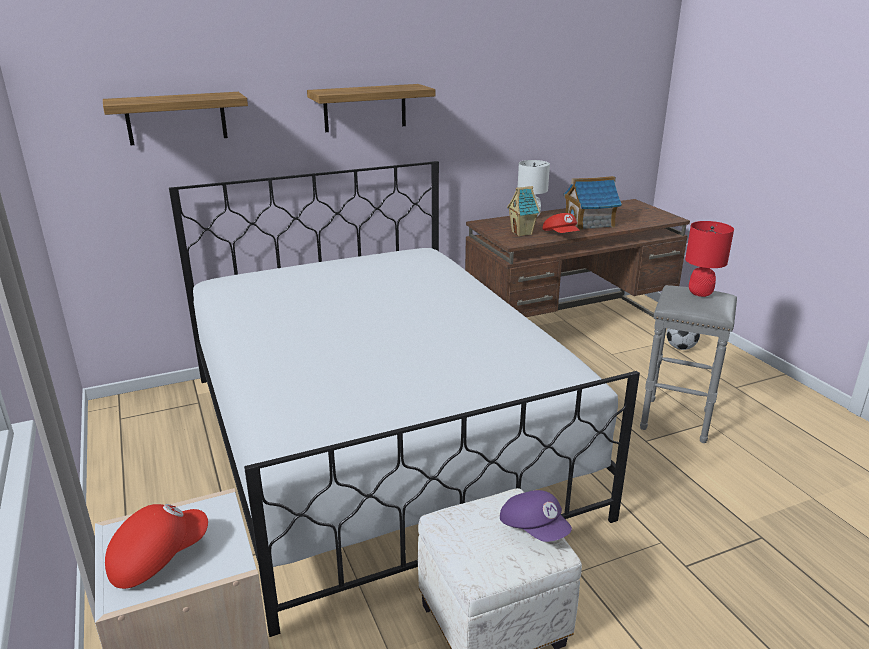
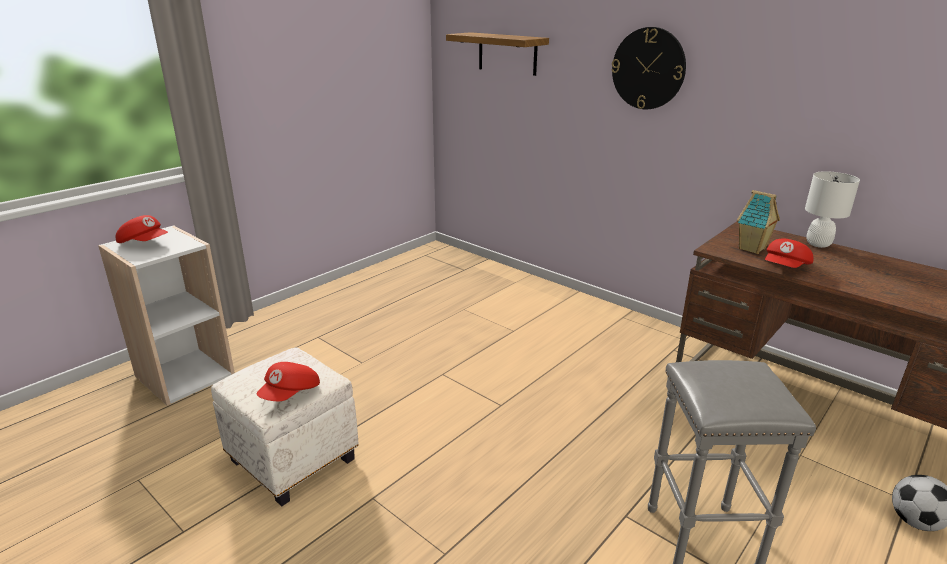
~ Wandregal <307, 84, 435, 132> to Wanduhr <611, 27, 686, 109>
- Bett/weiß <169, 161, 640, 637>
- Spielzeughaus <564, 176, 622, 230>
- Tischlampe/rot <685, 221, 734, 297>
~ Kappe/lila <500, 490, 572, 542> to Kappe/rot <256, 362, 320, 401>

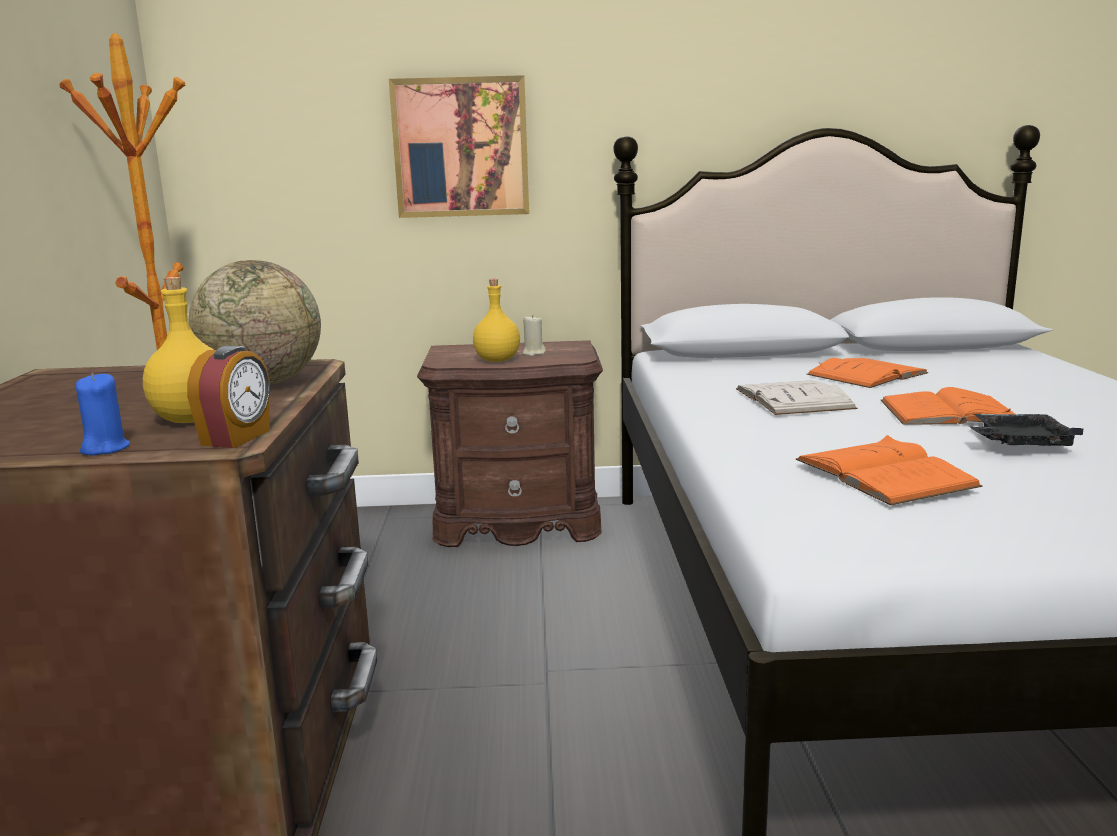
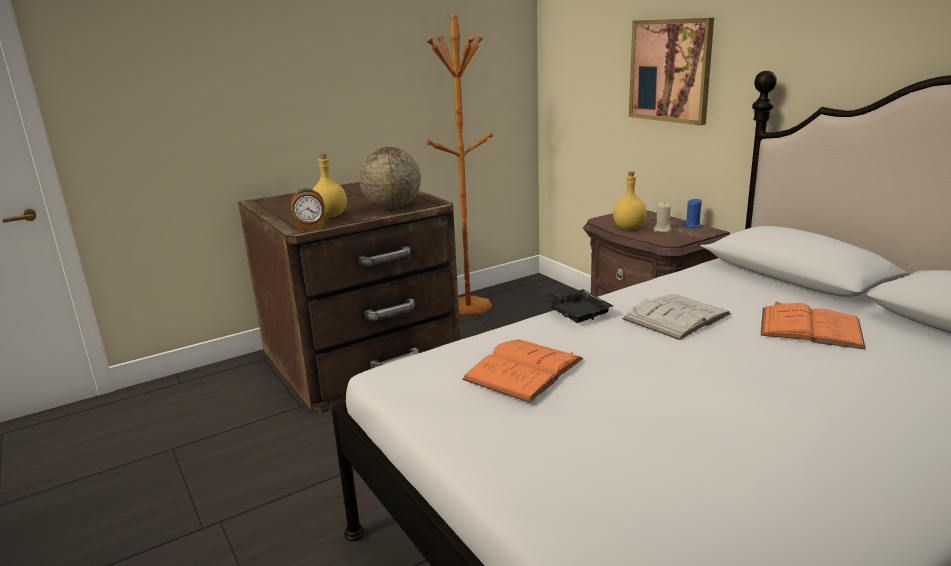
~ Kerze/blau <76, 373, 130, 455> to <684, 198, 702, 228>
- Buch/orange <880, 387, 1015, 425>
~ Tablett/schwarz <970, 414, 1084, 446> to <542, 289, 613, 323>

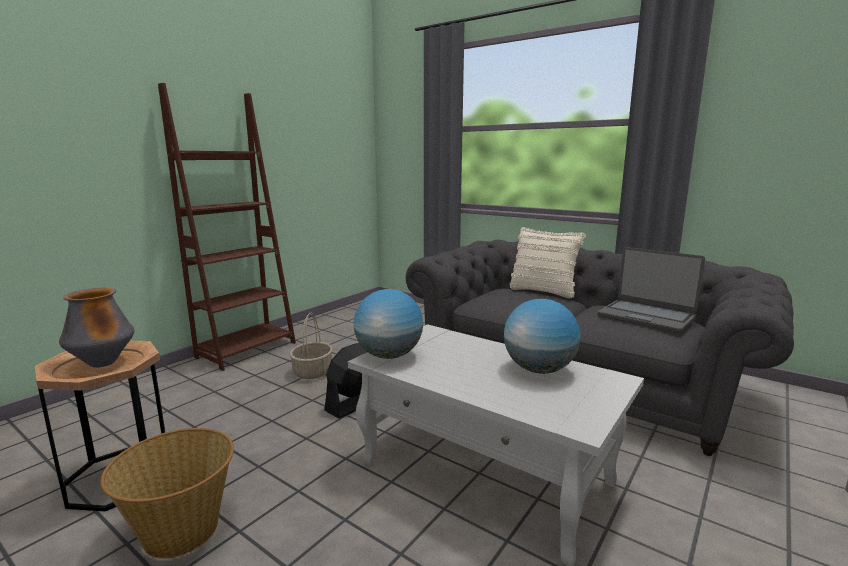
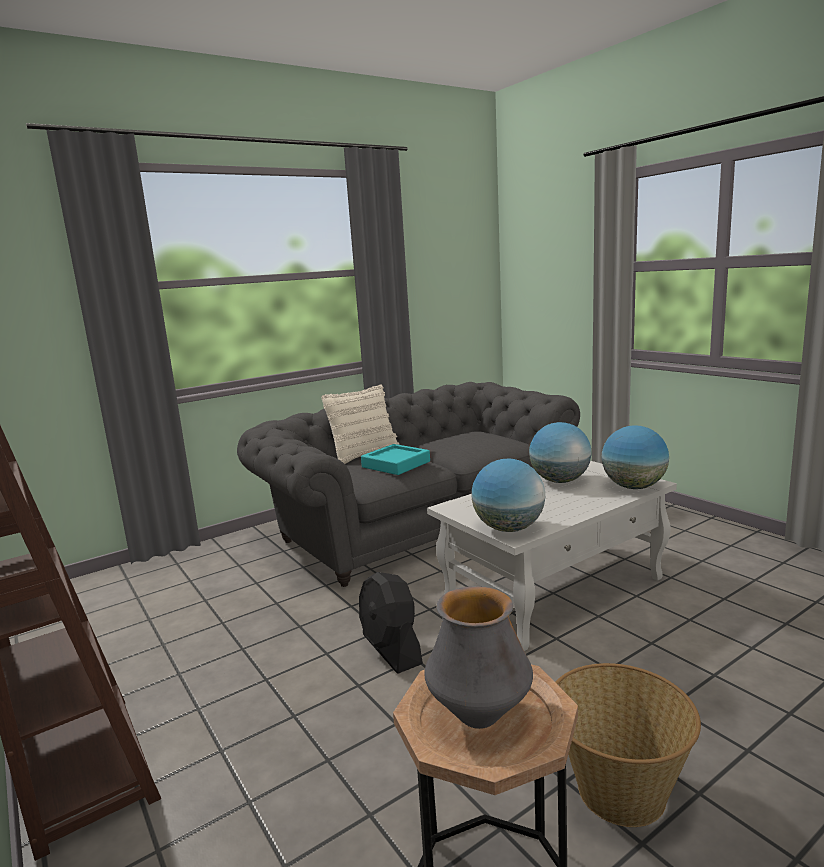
- Laptop <597, 247, 705, 333>
- Korb <290, 312, 333, 379>
+ Globus <602, 425, 669, 489>
+ Tablett/türkis <361, 444, 430, 475>

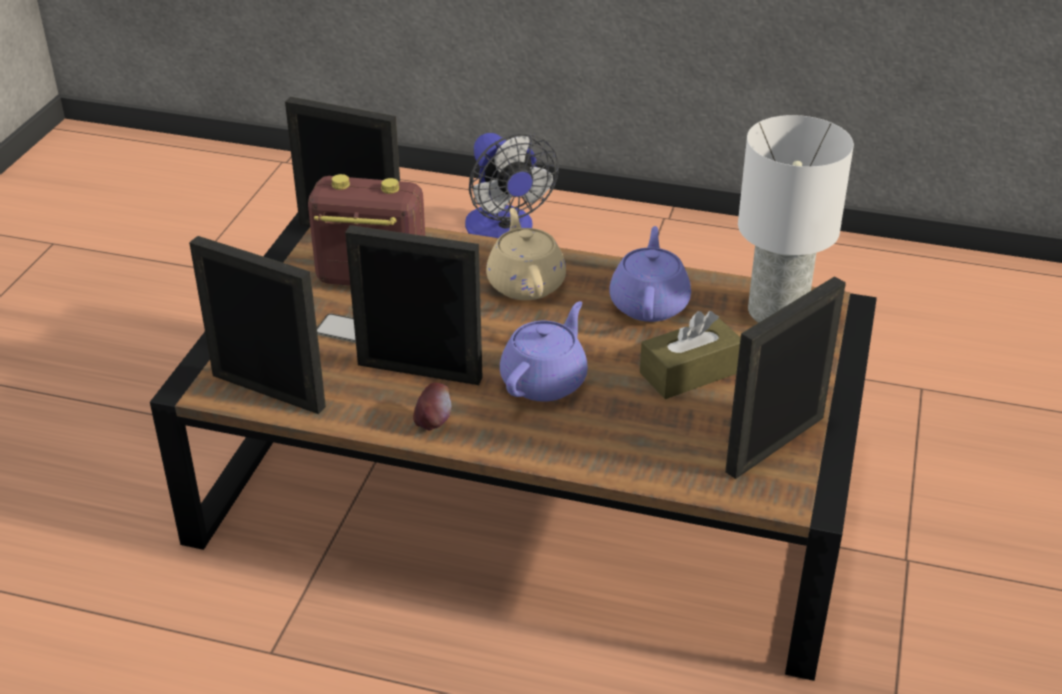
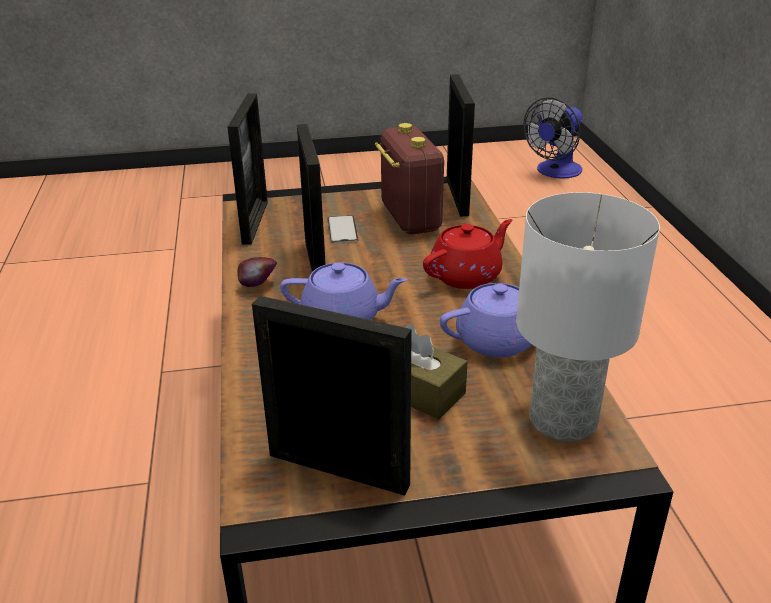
~ Ventilator <465, 133, 559, 238> to <523, 97, 582, 179>
~ Teekanne/beige <486, 208, 566, 300> to Teekanne/rot <423, 219, 513, 289>

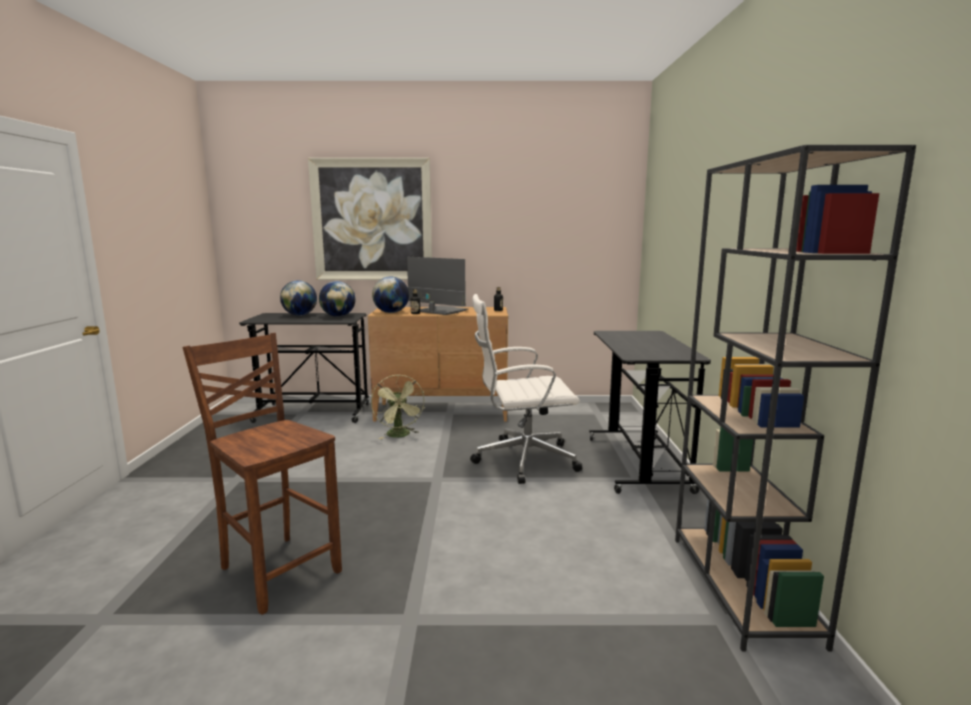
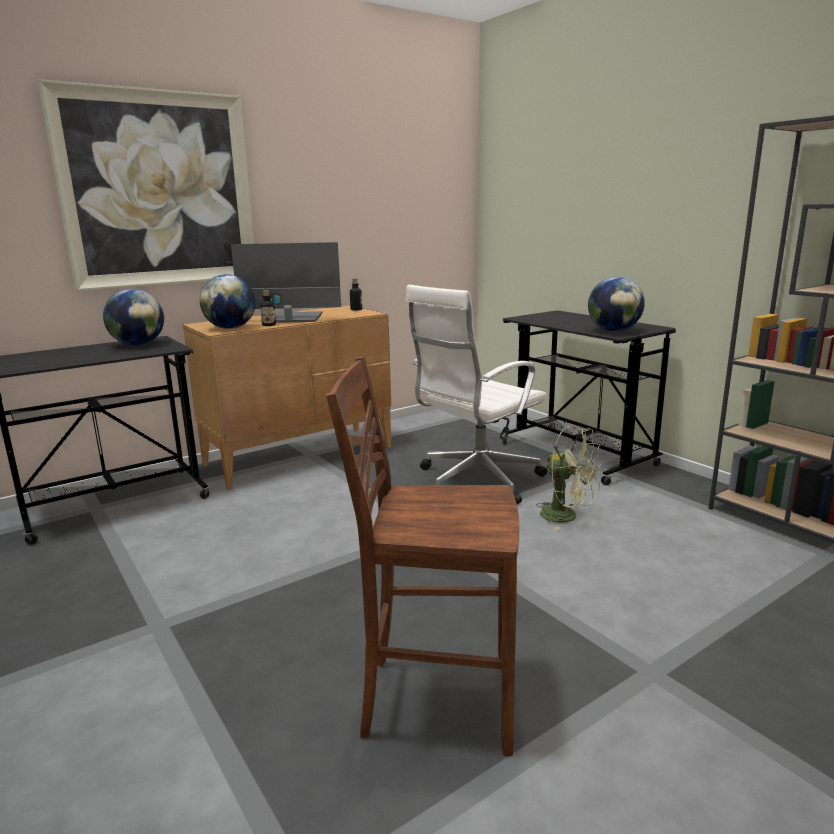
~ Globus <280, 280, 317, 316> to <588, 277, 645, 331>
~ Ventilator/grün <371, 374, 425, 439> to <536, 425, 603, 530>

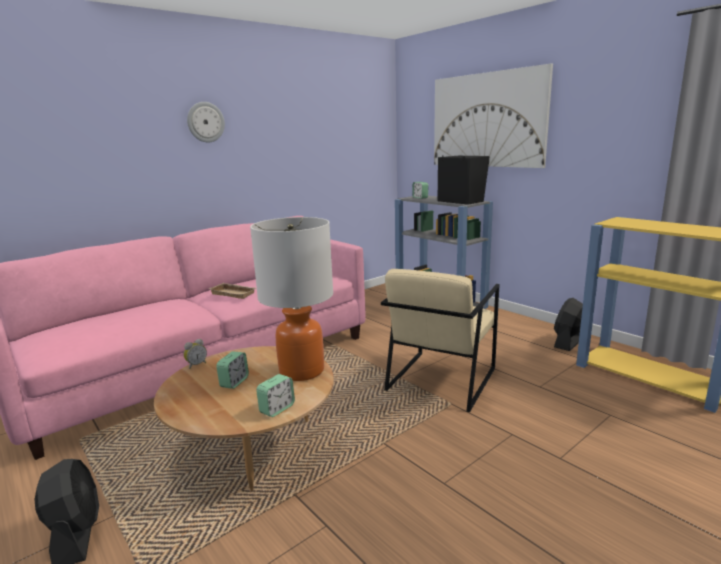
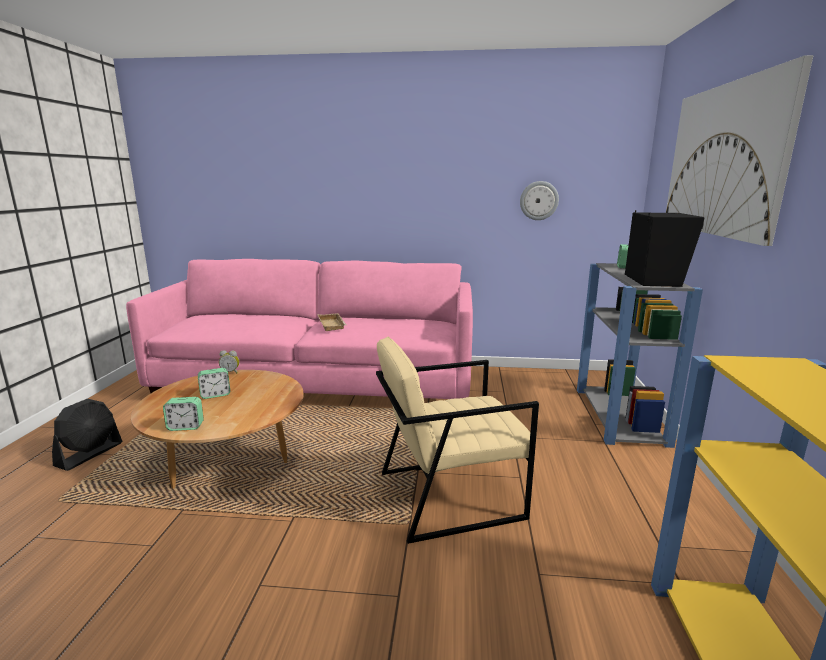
~ Wanduhr <187, 102, 225, 143> to <520, 181, 559, 220>
- Tischlampe <250, 217, 333, 381>
- Ventilator/schwarz <554, 298, 583, 351>

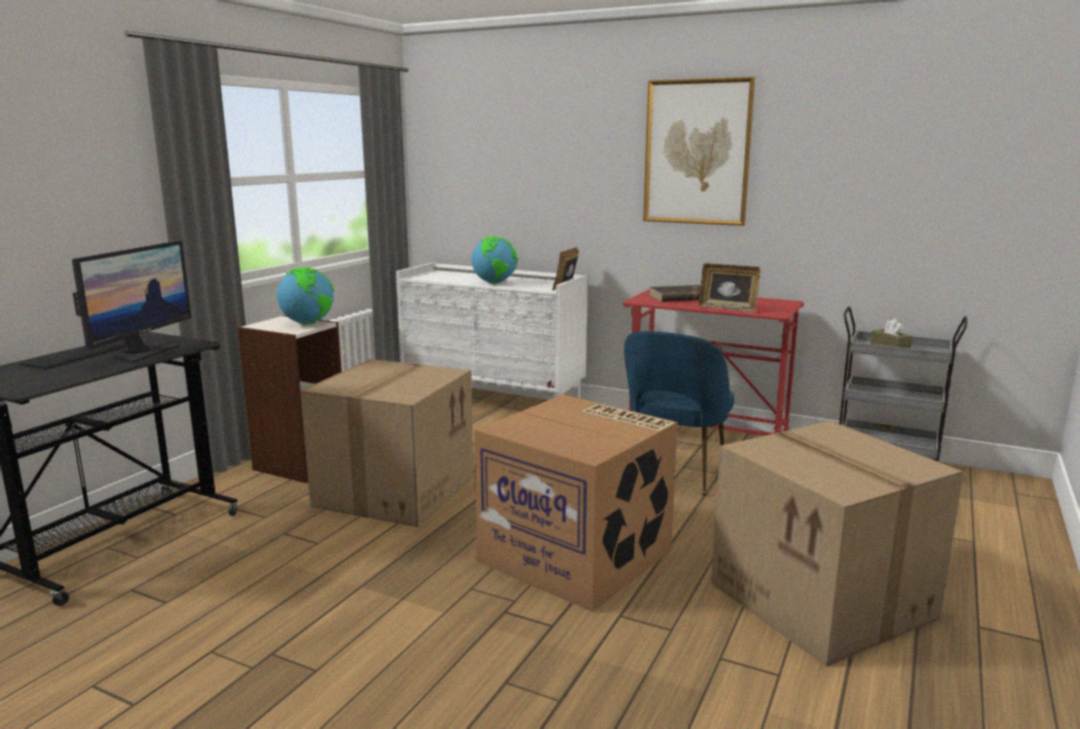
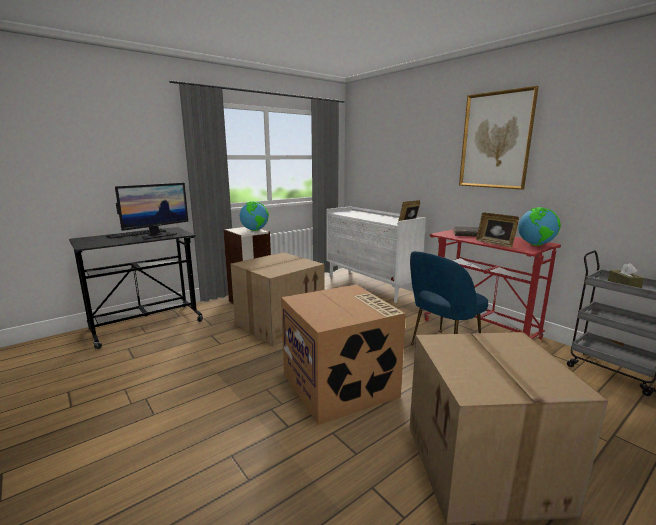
~ Globus <472, 236, 517, 284> to <518, 207, 561, 246>

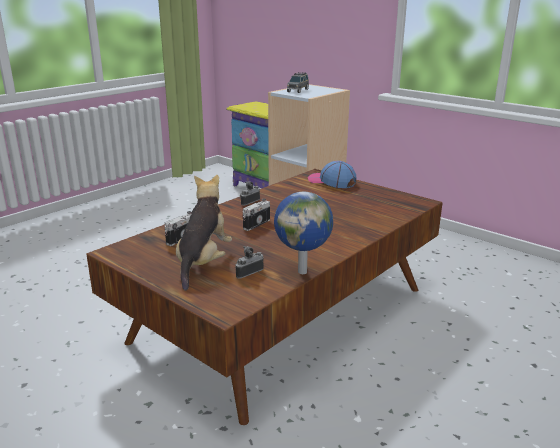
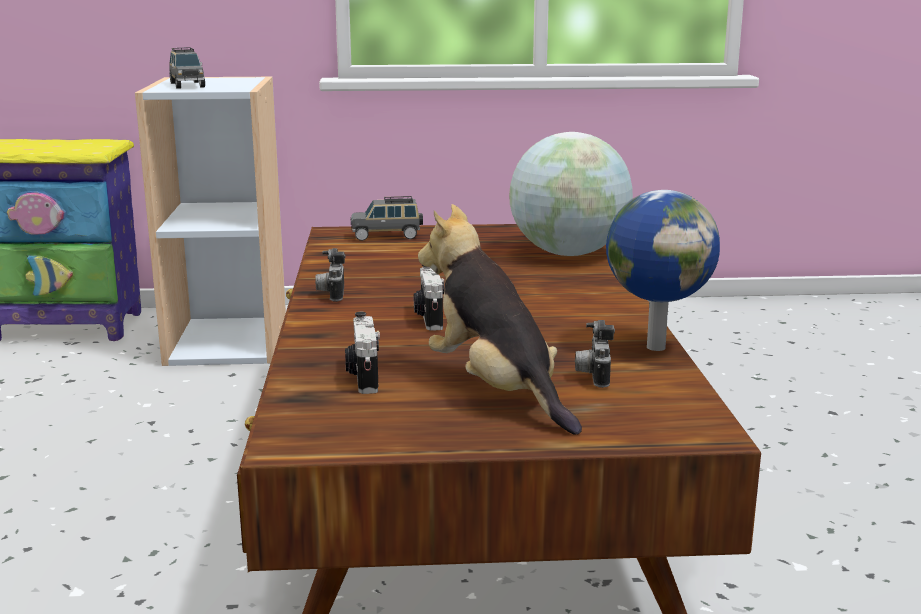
~ Kappe <308, 161, 357, 188> to Spielzeugauto/grau <351, 196, 423, 241>
+ Globus <509, 132, 633, 256>

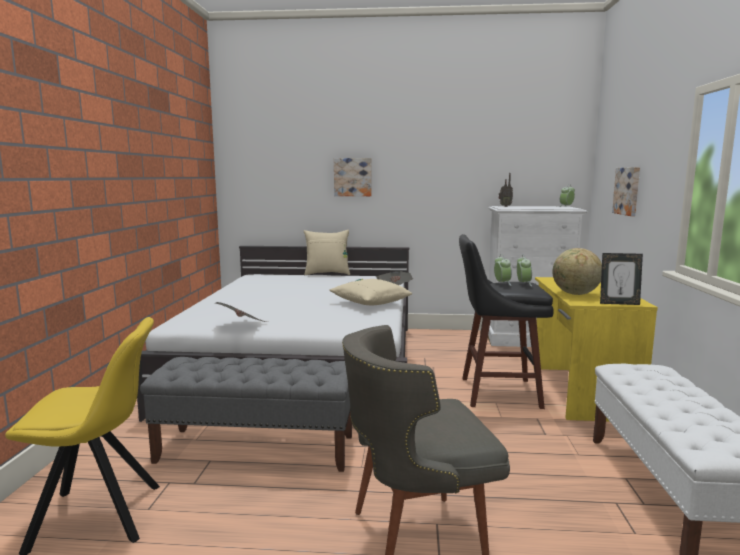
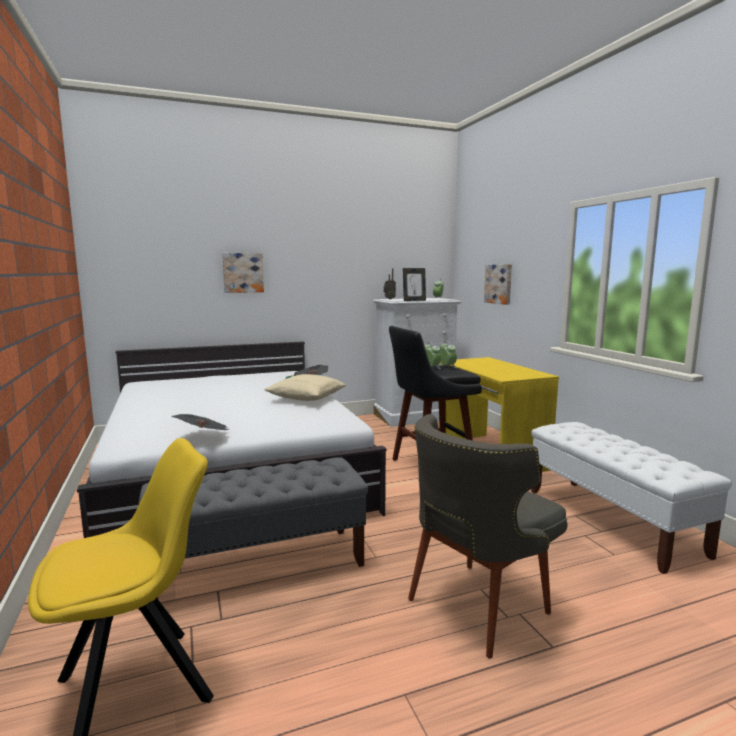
- Kissen/beige <304, 230, 350, 275>
- Globus <552, 248, 602, 295>
~ Bilderrahmen <600, 253, 643, 305> to <403, 268, 426, 301>

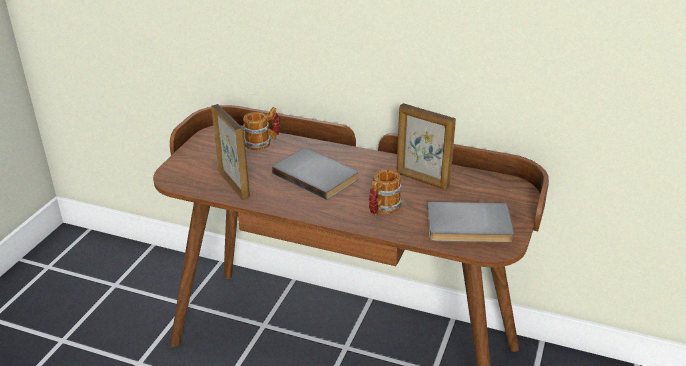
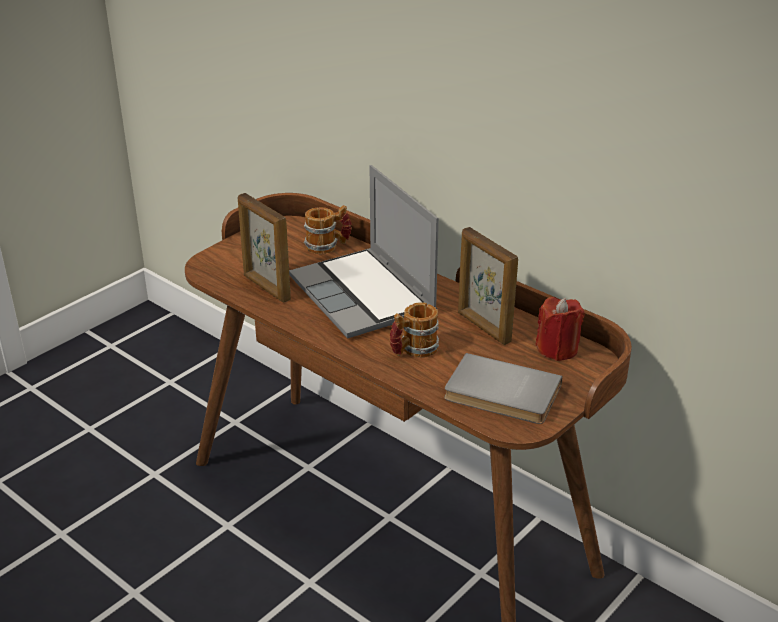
~ Bilderrahmen <211, 104, 250, 200> = <238, 193, 291, 303> 150 degrees clockwise
~ Buch/grau <272, 148, 358, 200> to Laptop <289, 165, 439, 338>
+ Kerze/rot <535, 297, 585, 361>

